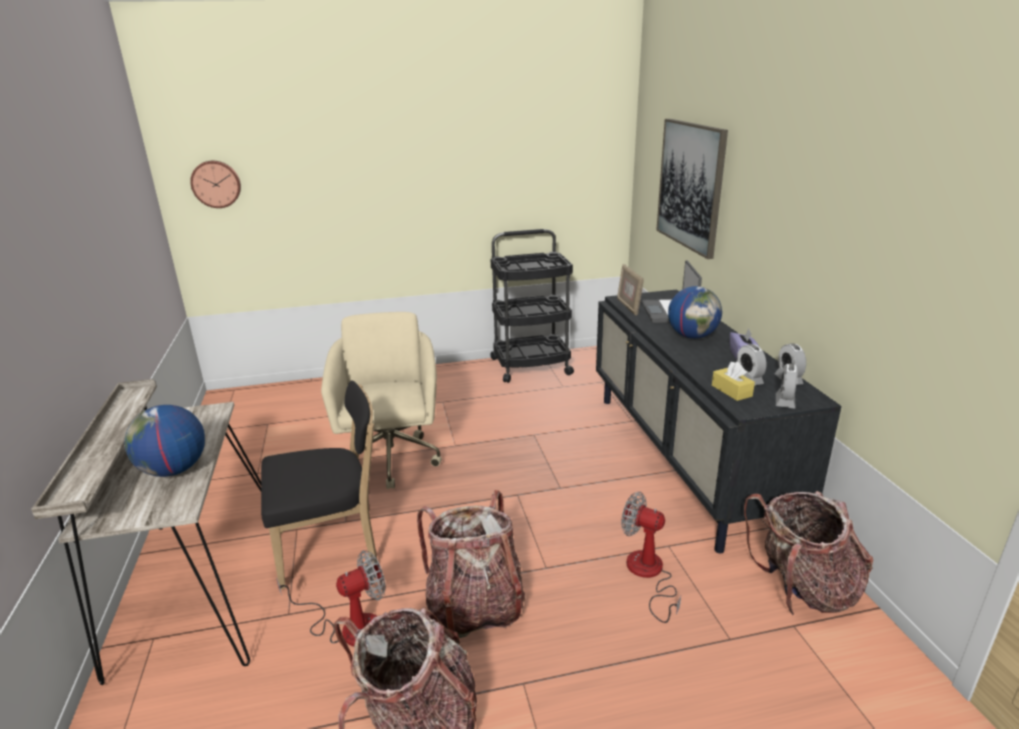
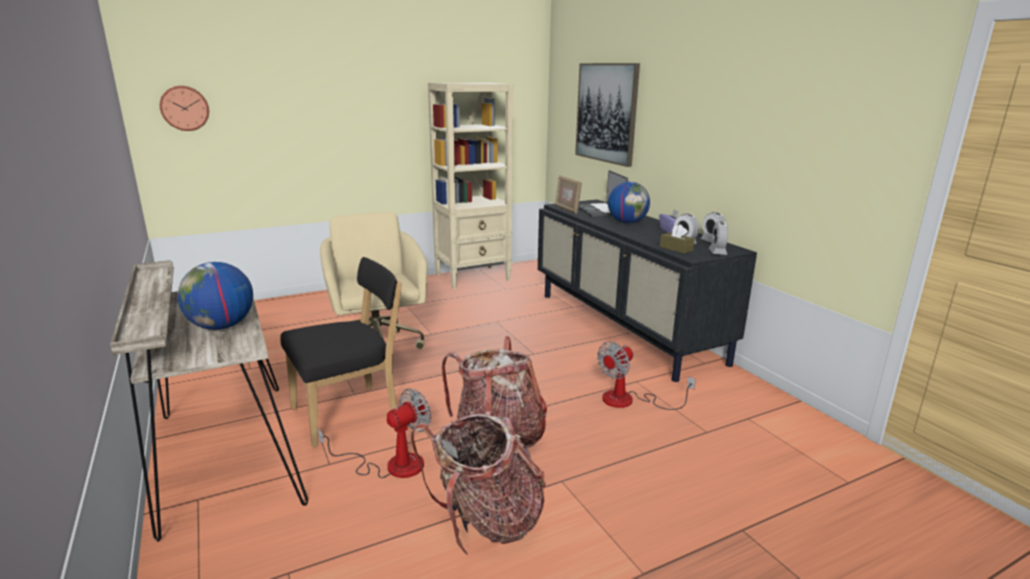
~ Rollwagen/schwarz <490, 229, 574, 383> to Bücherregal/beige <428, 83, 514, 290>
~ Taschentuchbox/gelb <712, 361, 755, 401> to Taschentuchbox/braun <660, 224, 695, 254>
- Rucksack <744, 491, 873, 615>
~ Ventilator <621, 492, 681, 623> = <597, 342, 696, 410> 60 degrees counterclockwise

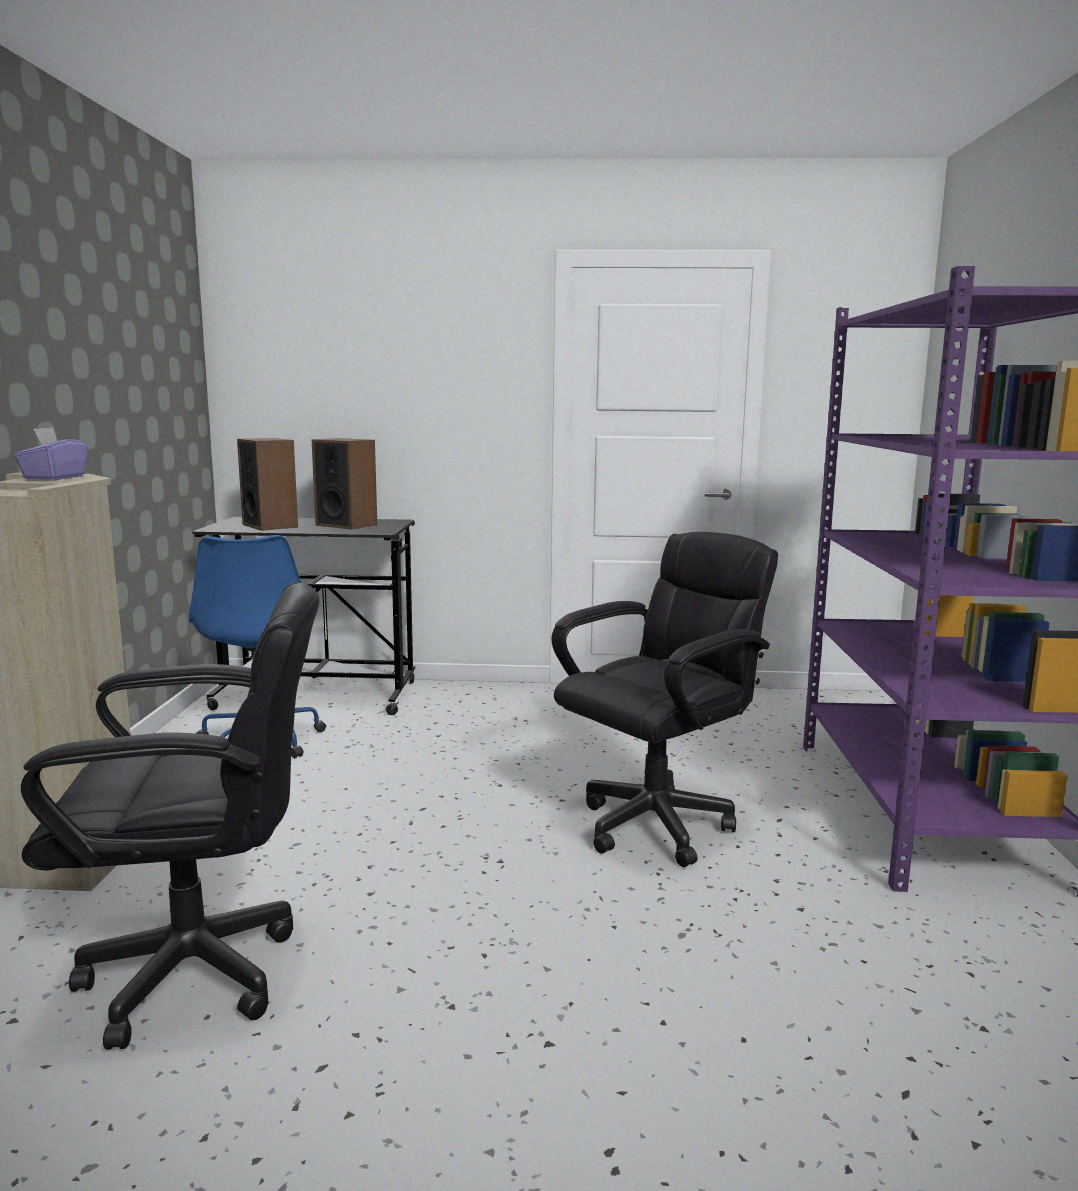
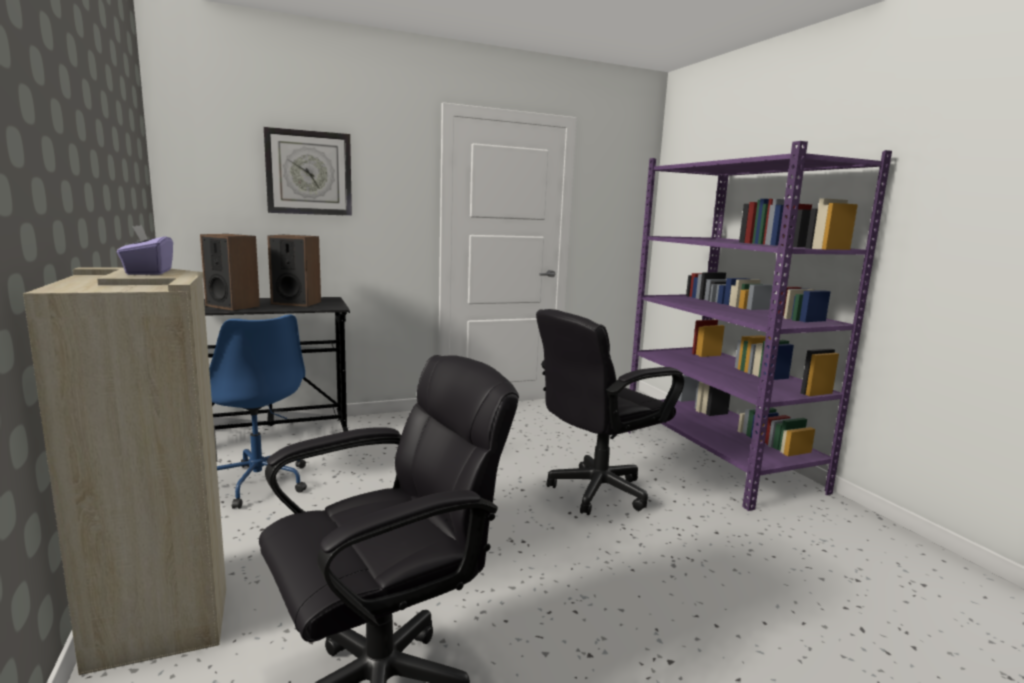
~ Bürostuhl/schwarz <551, 532, 778, 867> = <536, 309, 684, 515> 150 degrees counterclockwise
+ Wanduhr <264, 127, 352, 216>

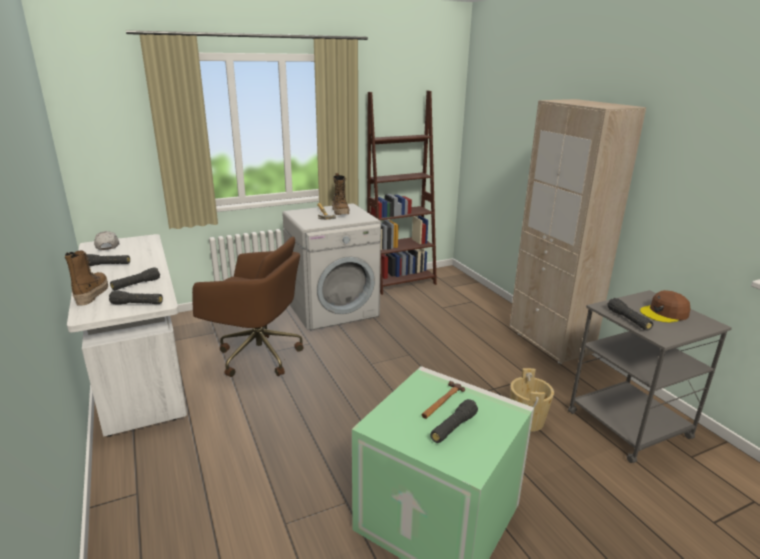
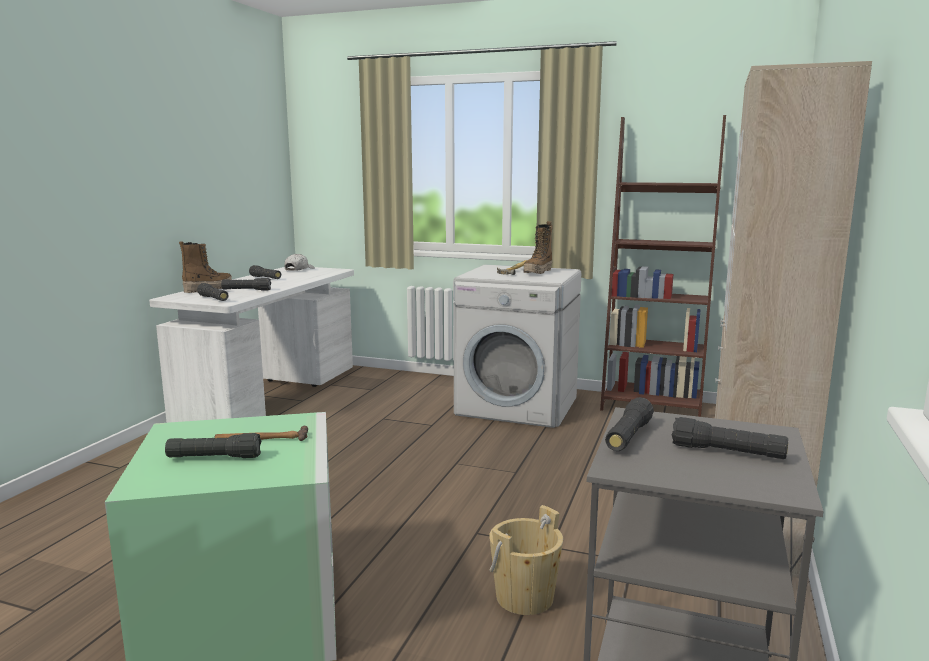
- Bürostuhl/braun <192, 237, 304, 377>
~ Kappe/braun <640, 290, 690, 323> to Taschenlampe/schwarz <672, 417, 788, 459>

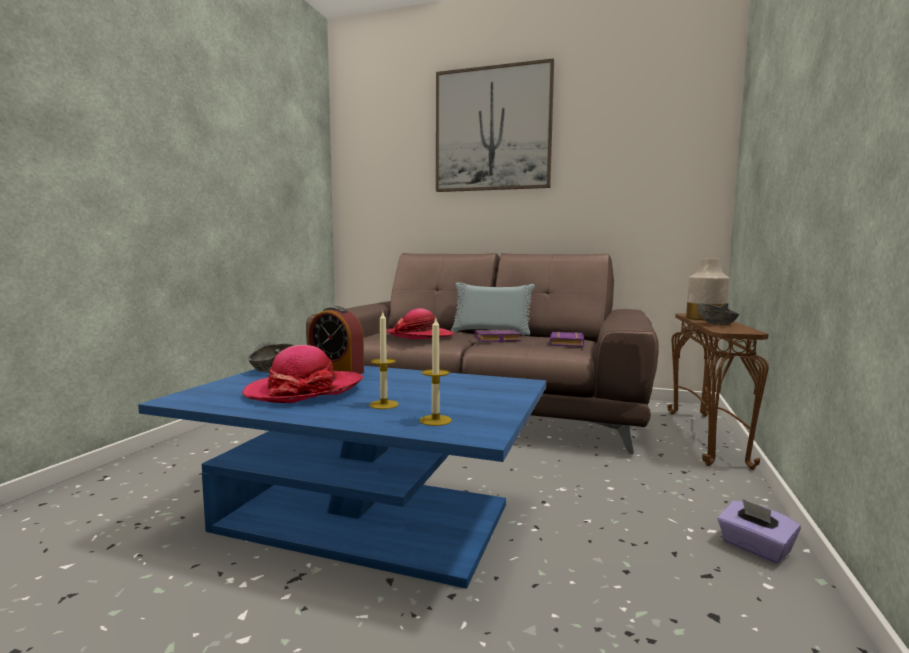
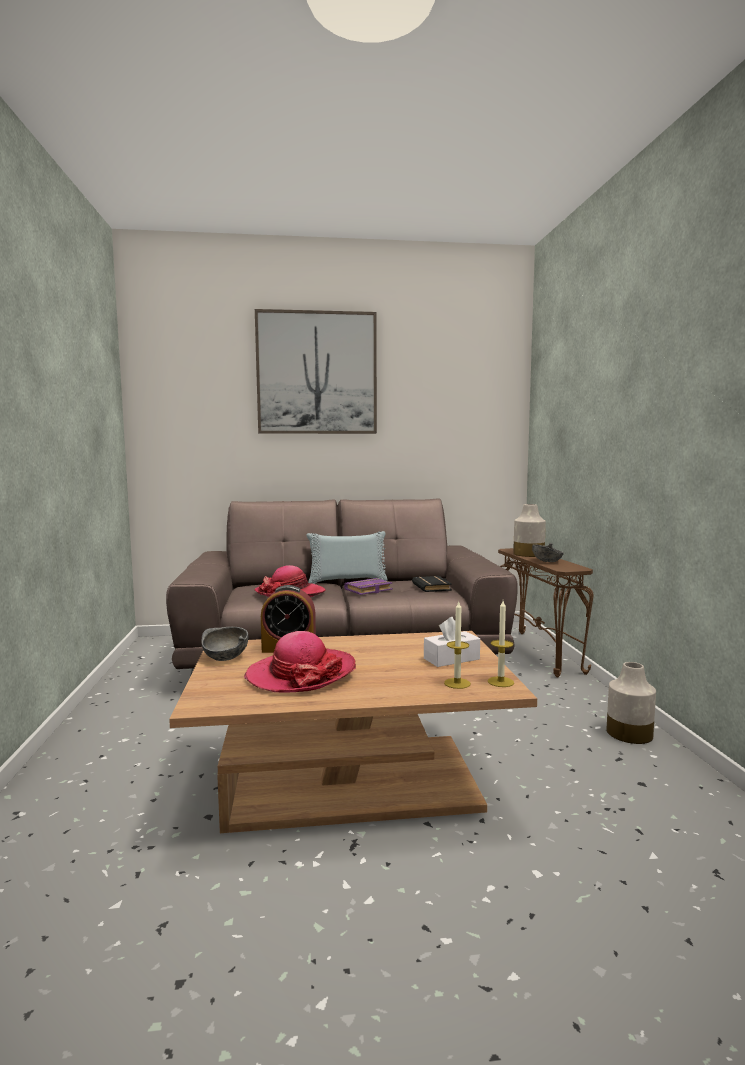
~ Kerze <369, 312, 399, 409> to <488, 601, 514, 687>
~ Buch/lila <549, 332, 584, 347> to Buch/schwarz <412, 576, 452, 592>
~ Couchtisch/blau <138, 366, 546, 589> to Couchtisch/braun <169, 631, 537, 833>
~ Taschentuchbox/lila <718, 499, 801, 564> to Vase/beige <606, 662, 656, 744>
+ Taschentuchbox/weiß <424, 617, 480, 667>

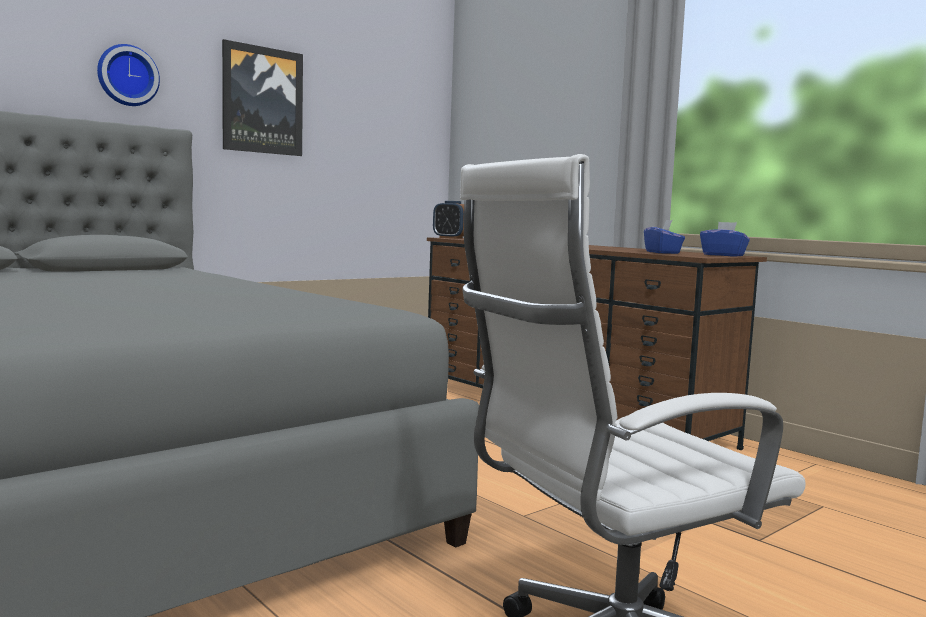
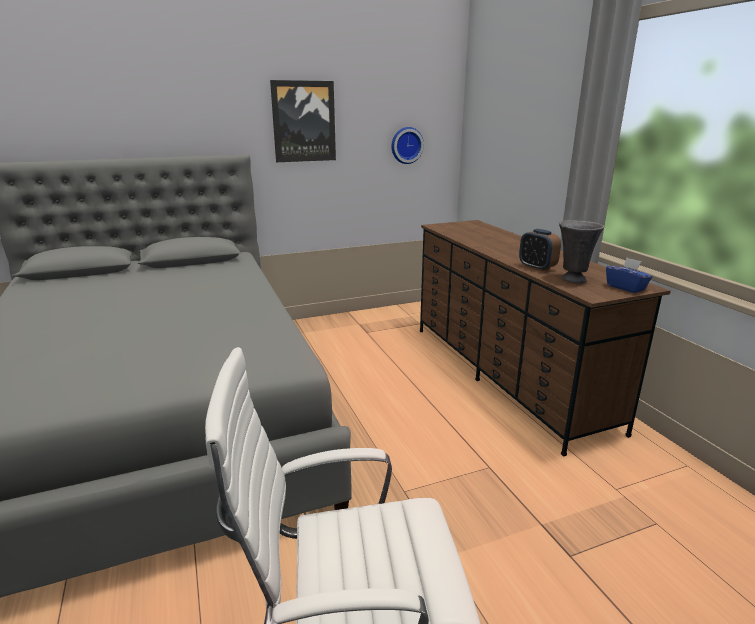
~ Wanduhr <97, 44, 160, 106> to <391, 127, 424, 164>
~ Wecker <433, 201, 464, 239> to <519, 229, 561, 271>
~ Taschentuchbox/blau <644, 220, 685, 254> to Vase/grau <559, 220, 604, 283>

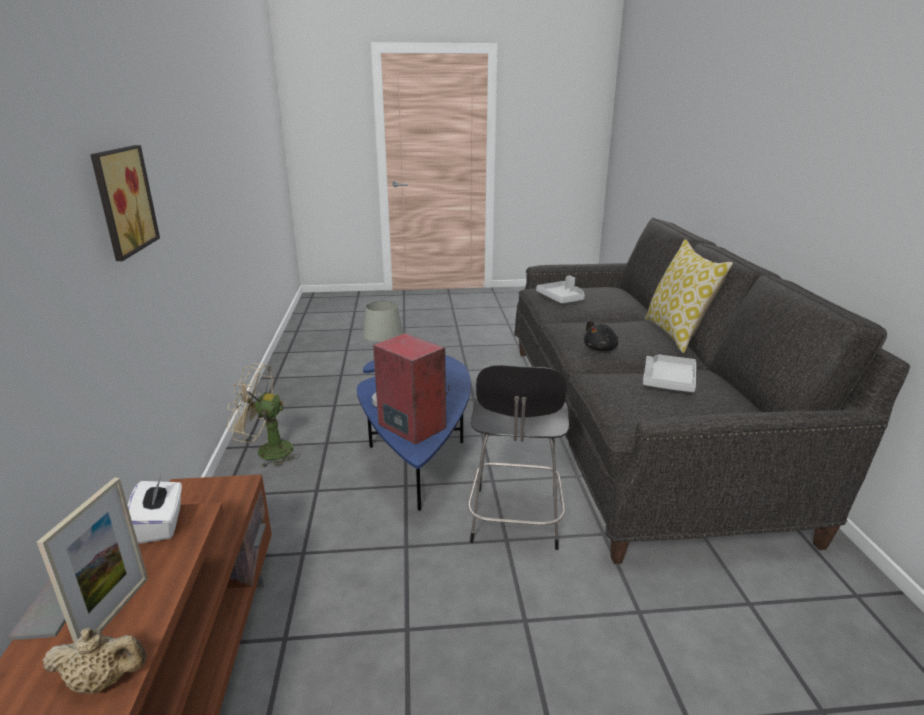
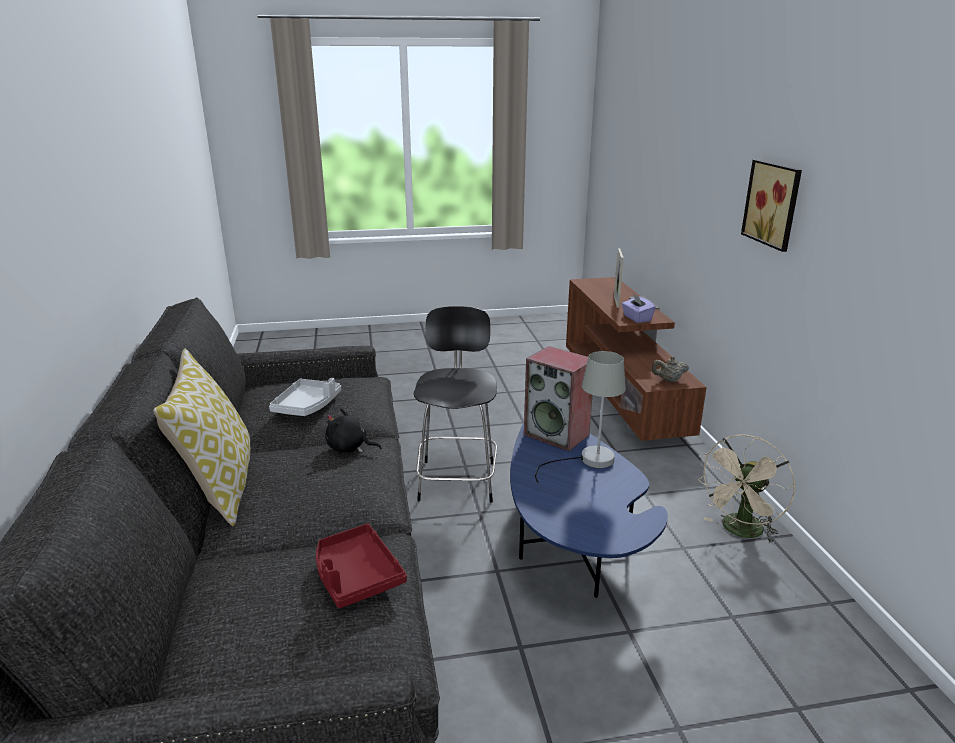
~ Tablett/grau <536, 275, 585, 303> to Tablett/rot <316, 524, 407, 608>
~ Plüschtier/schwarz <584, 321, 618, 351> = <325, 408, 382, 453> 120 degrees counterclockwise
~ Ventilator/beige <227, 363, 300, 468> = <697, 434, 795, 543> 135 degrees clockwise
~ Taschentuchbox/weiß <128, 477, 182, 544> to Taschentuchbox/lila <622, 294, 656, 323>
~ Teekanne/beige <43, 628, 146, 694> to <651, 356, 689, 382>

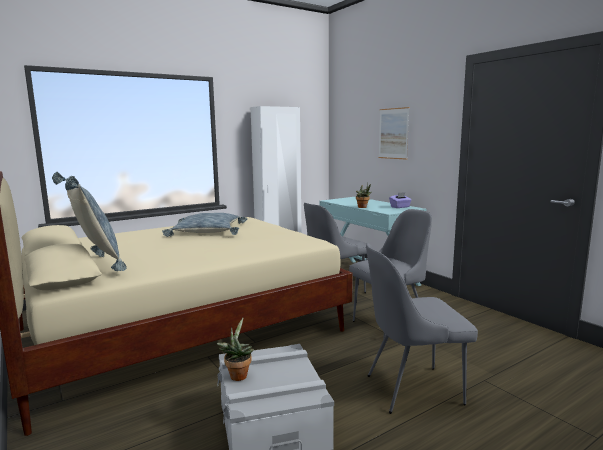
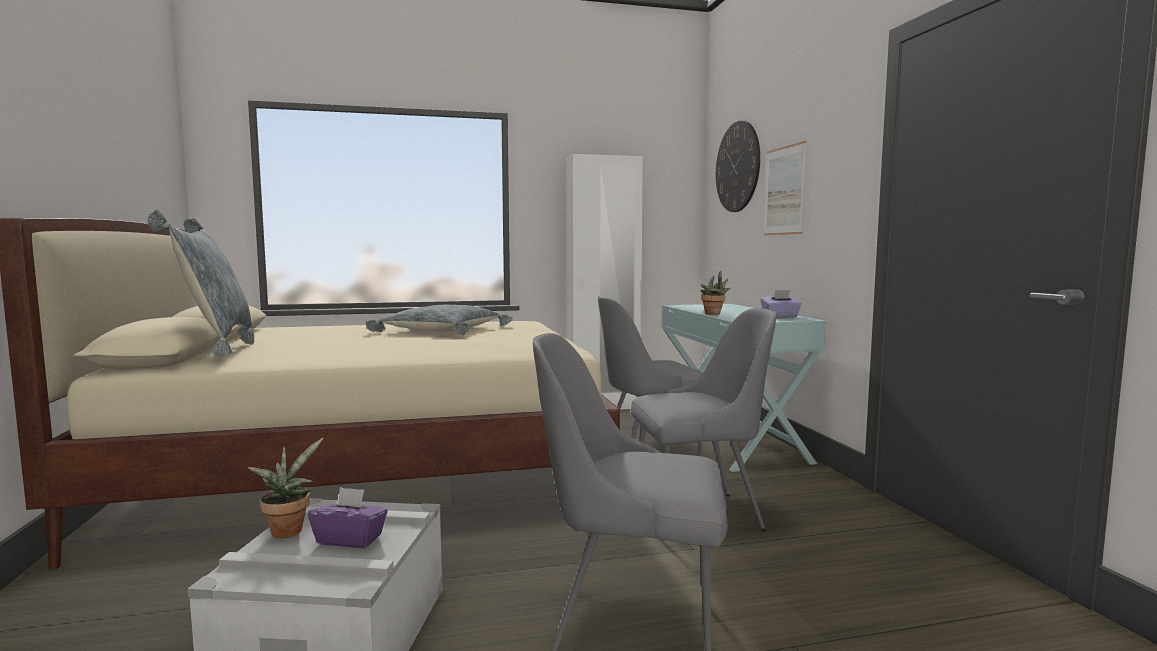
+ Wanduhr <716, 121, 760, 212>
+ Taschentuchbox/lila <308, 487, 388, 548>

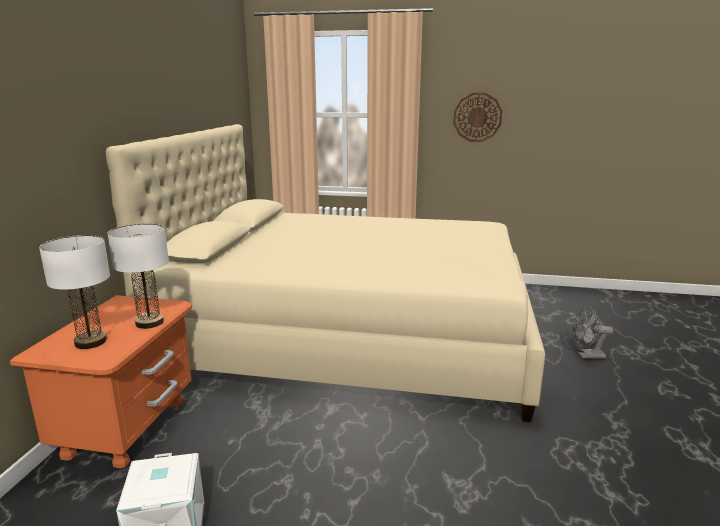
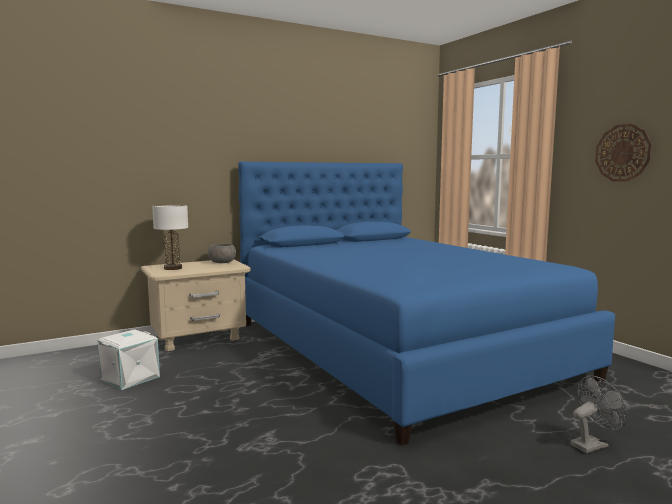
~ Bett/beige <106, 124, 545, 422> to Bett/blau <238, 161, 615, 446>
- Tischlampe <108, 224, 169, 329>
~ Nachttisch/orange <10, 295, 192, 468> to Nachttisch/beige <141, 260, 250, 351>
~ Ventilator/grau <573, 307, 613, 359> = <570, 376, 628, 453> 105 degrees clockwise
+ Schüssel/grau <208, 244, 236, 263>

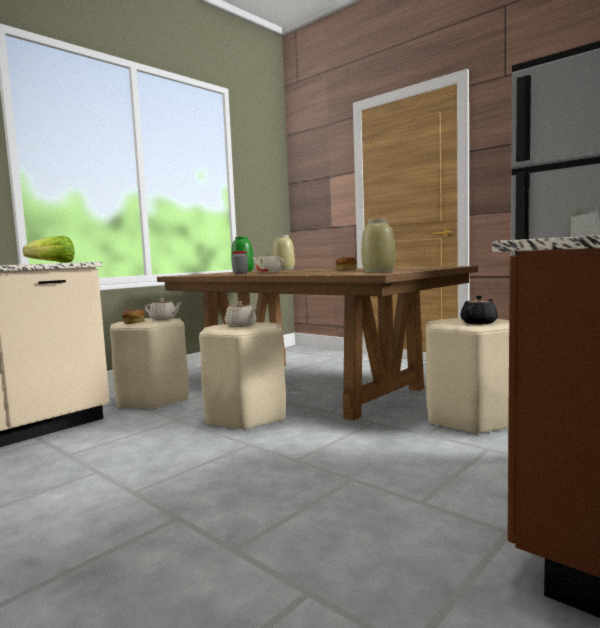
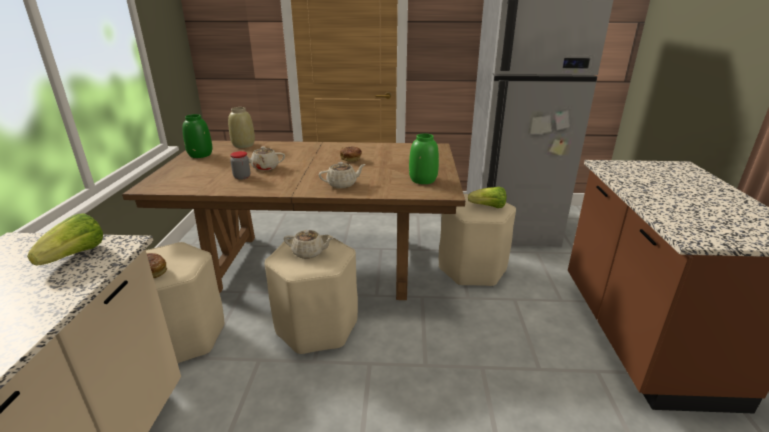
~ Vase/beige <361, 219, 395, 273> to Vase/grün <409, 133, 439, 184>
~ Teekanne/schwarz <460, 296, 498, 325> to Salatkopf <468, 187, 506, 208>
~ Teekanne/beige <145, 298, 181, 320> to <319, 162, 366, 189>

